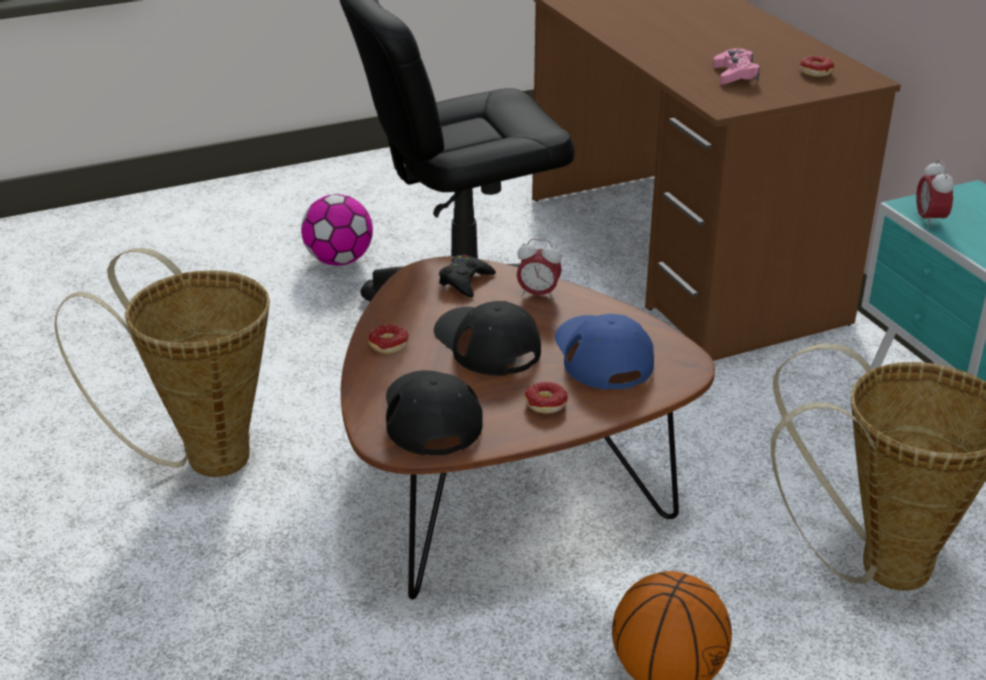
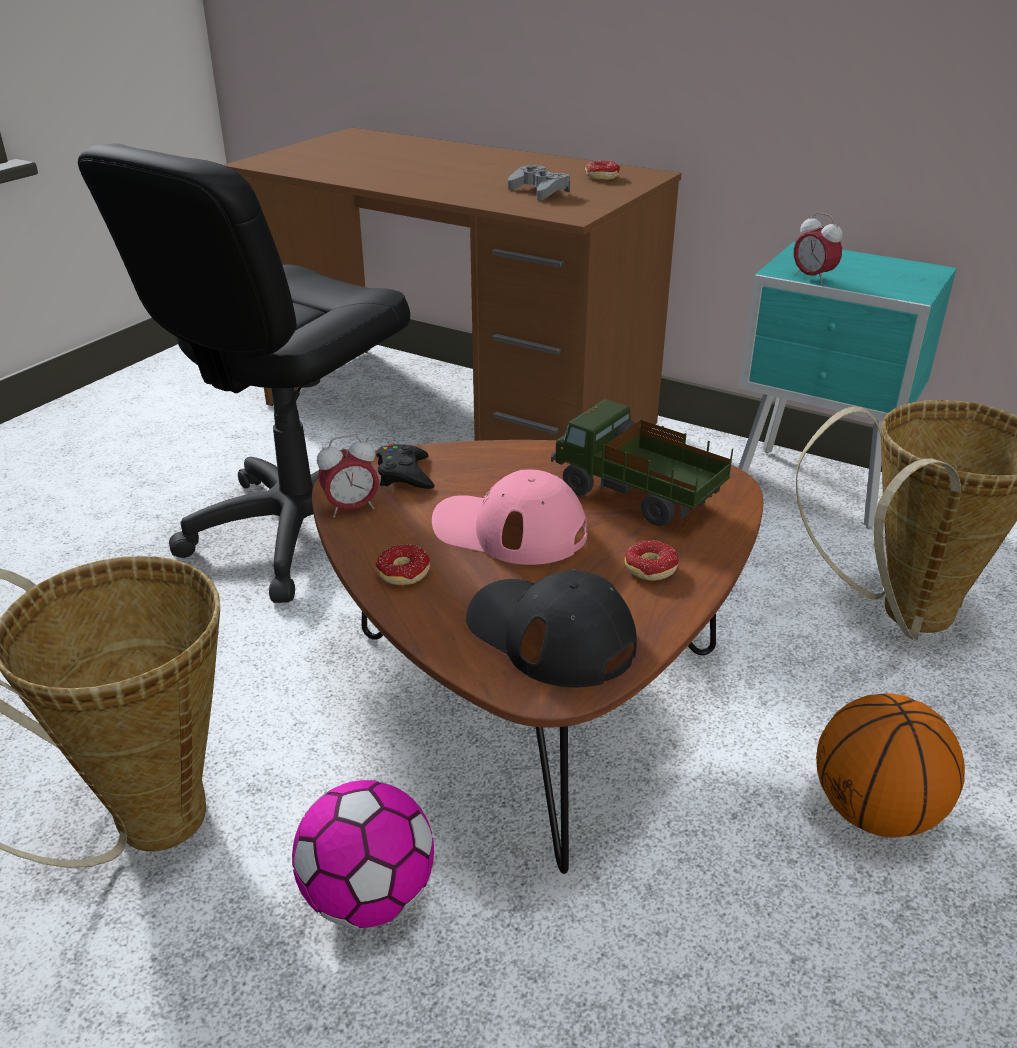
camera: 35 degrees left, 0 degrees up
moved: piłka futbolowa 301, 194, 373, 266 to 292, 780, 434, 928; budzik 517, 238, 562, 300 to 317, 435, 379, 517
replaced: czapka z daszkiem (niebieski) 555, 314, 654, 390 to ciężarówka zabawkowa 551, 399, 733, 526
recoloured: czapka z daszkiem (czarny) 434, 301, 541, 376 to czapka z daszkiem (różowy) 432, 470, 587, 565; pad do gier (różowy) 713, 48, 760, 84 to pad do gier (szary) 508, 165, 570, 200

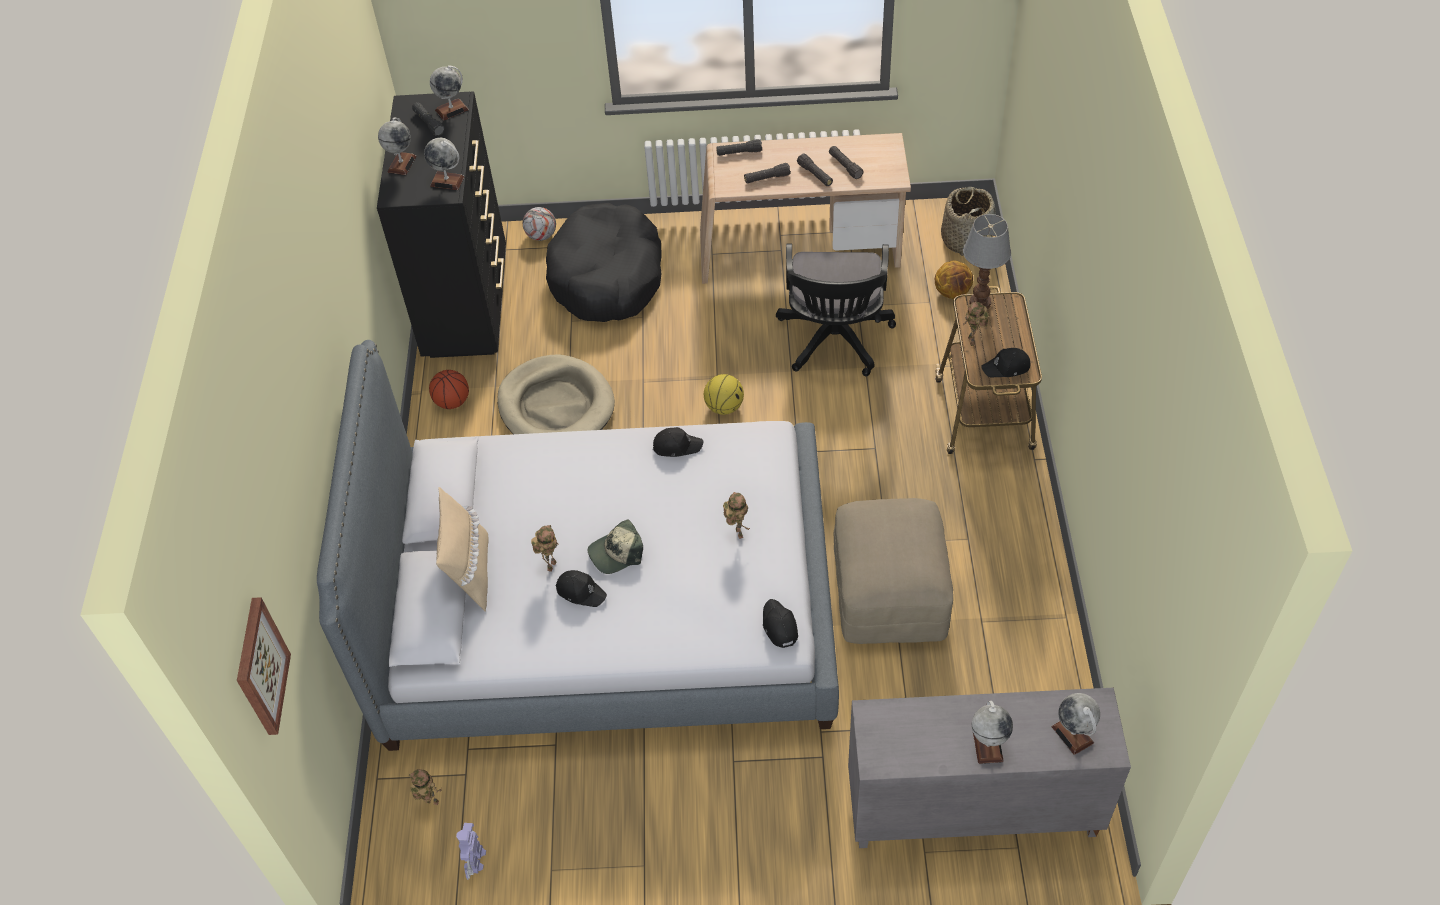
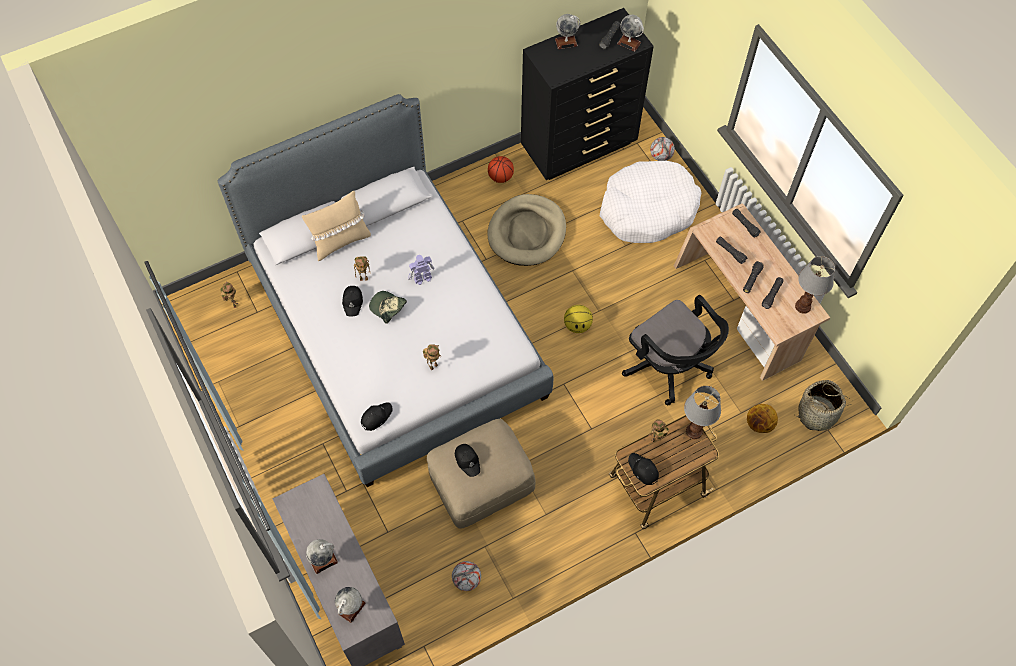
camera: 60 degrees right, 10 degrees up
removed: obraz 237, 597, 291, 735; globus 424, 138, 464, 190
added: piłka futbolowa 452, 561, 481, 591; lampa stołowa 795, 256, 835, 314
moved: robot zabawkowy 456, 823, 486, 880 to 408, 255, 435, 285; czapka z daszkiem (czarny) 653, 427, 704, 457 to 455, 444, 480, 477
recoloured: legowisko (czarny) 546, 203, 662, 322 to legowisko (biały) 600, 161, 701, 243
turned: krzesło biurowe (czarny) 776, 244, 896, 376 = 622, 295, 729, 405 105 degrees counterclockwise

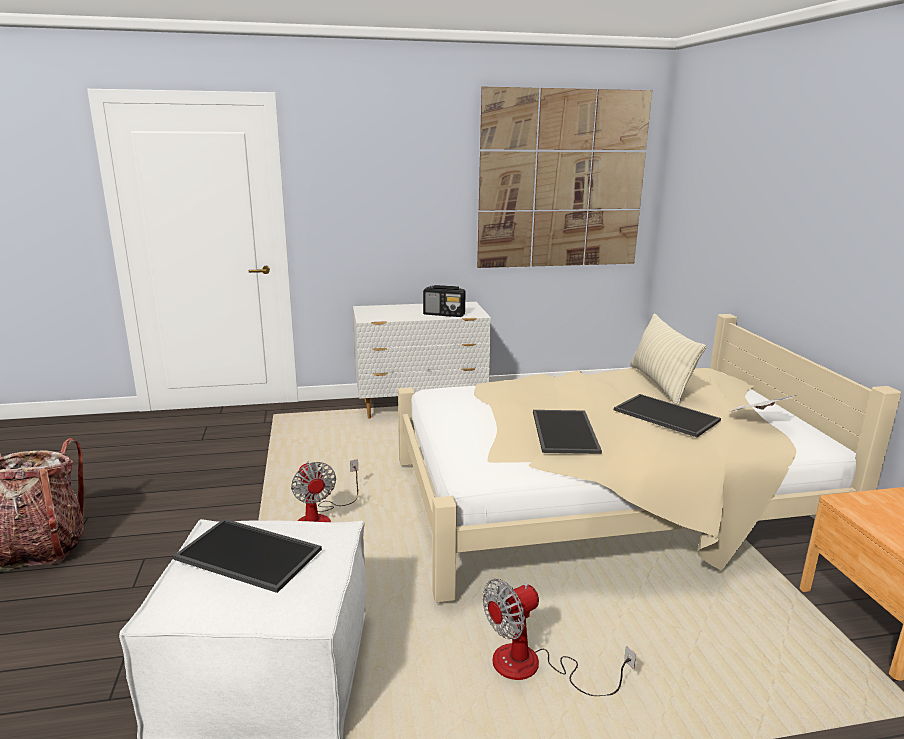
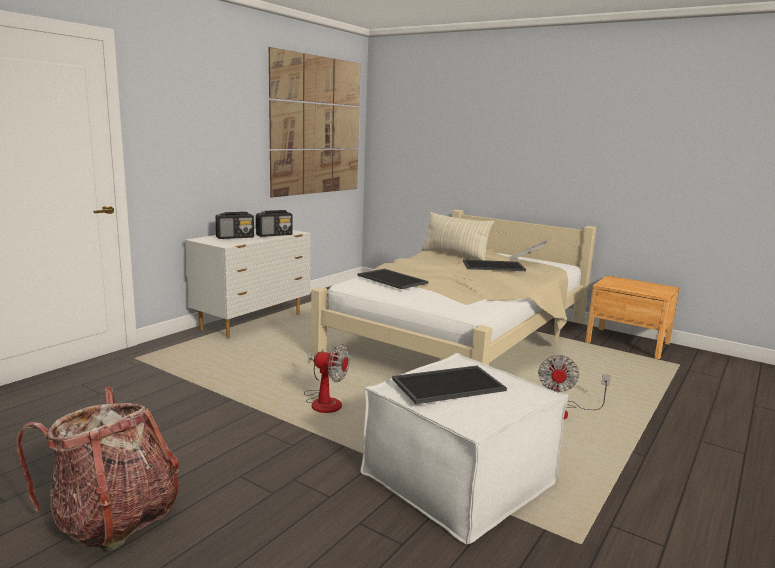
camera: 45 degrees left, 5 degrees down
added: radio 215, 212, 254, 239
moved: taca 533, 410, 602, 454 to 358, 269, 428, 289

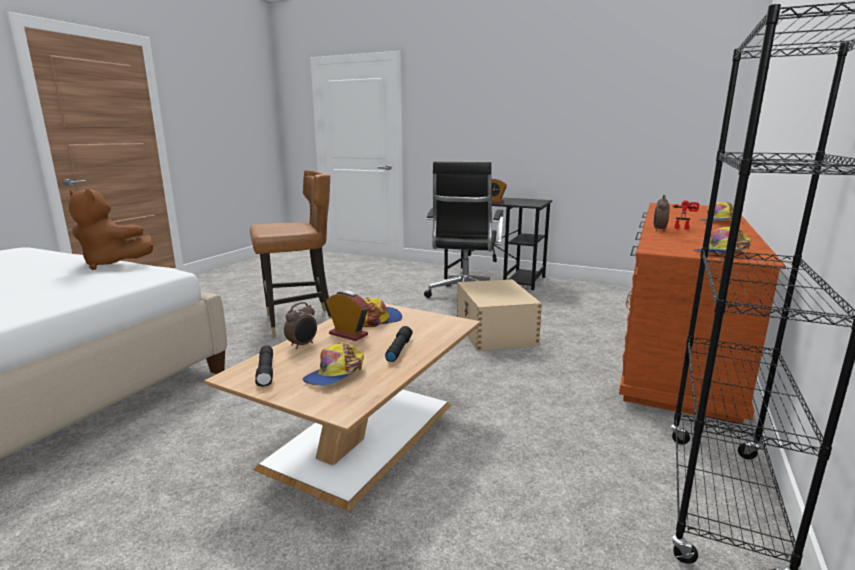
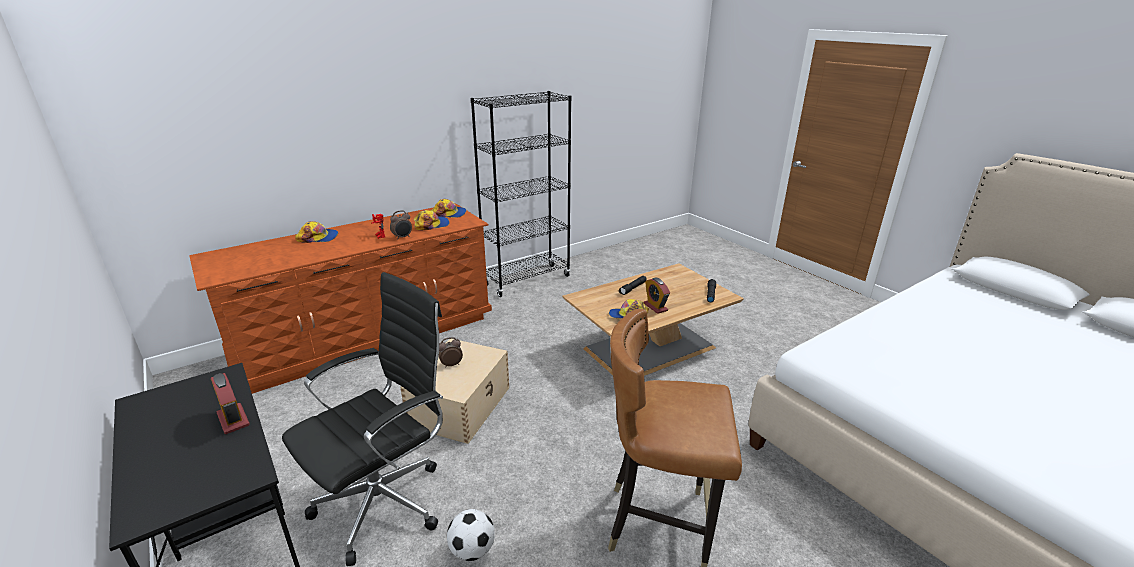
camera: 150 degrees left, 10 degrees up
removed: pluszak (brązowy) 69, 189, 153, 270
added: piłka futbolowa 447, 509, 495, 561
moved: budzik 284, 302, 317, 349 to 439, 337, 463, 368; czapka z daszkiem 303, 342, 364, 385 to 414, 210, 449, 230

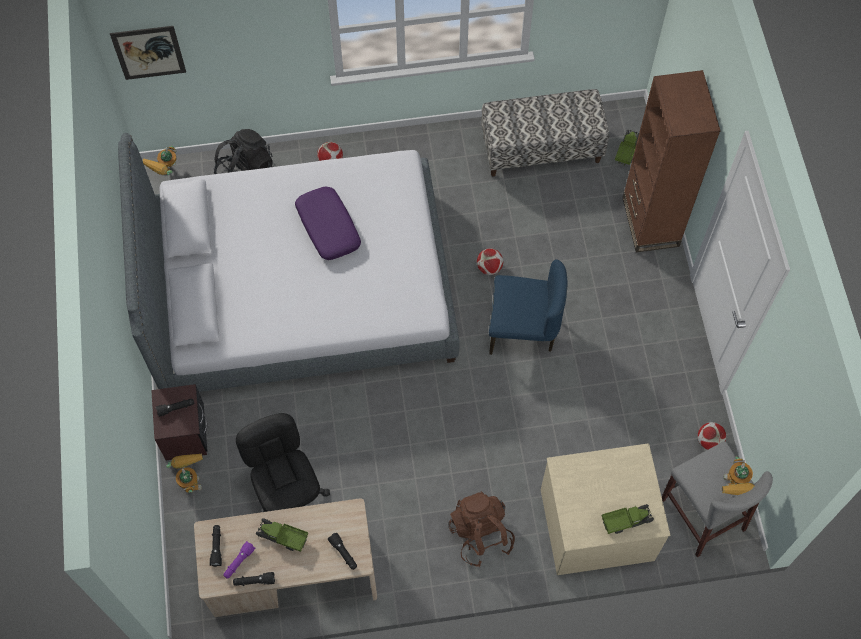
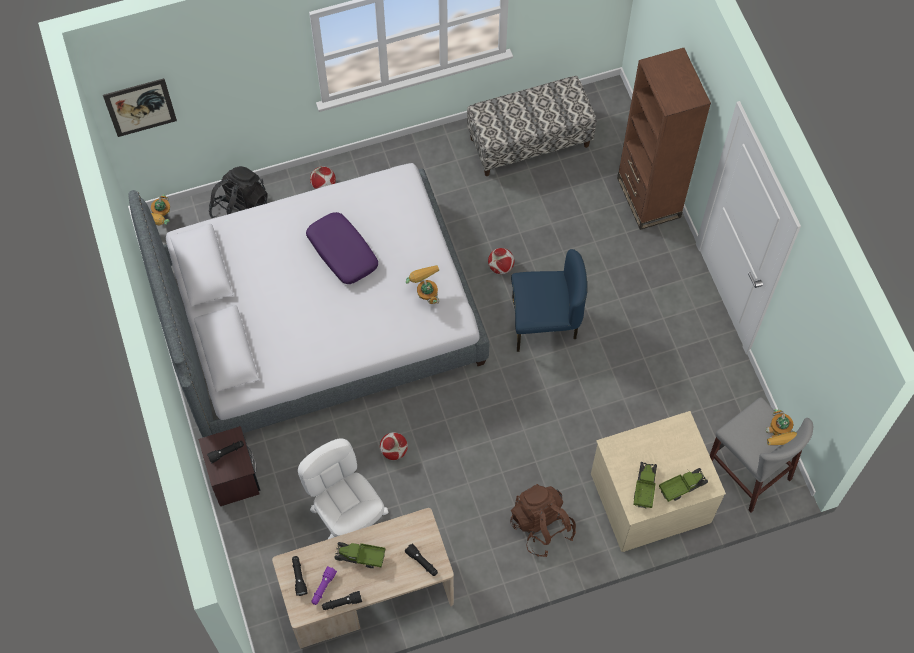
camera: 10 degrees left, 0 degrees up
moved: robot zabawkowy 166, 454, 203, 493 to 406, 265, 439, 304; ciężarówka zabawkowa 615, 130, 639, 165 to 633, 462, 657, 508; piłka futbolowa 698, 422, 726, 450 to 380, 432, 408, 460
recoloured: krzesło biurowe (czarny) 236, 413, 330, 512 to krzesło biurowe (biały) 298, 438, 389, 540

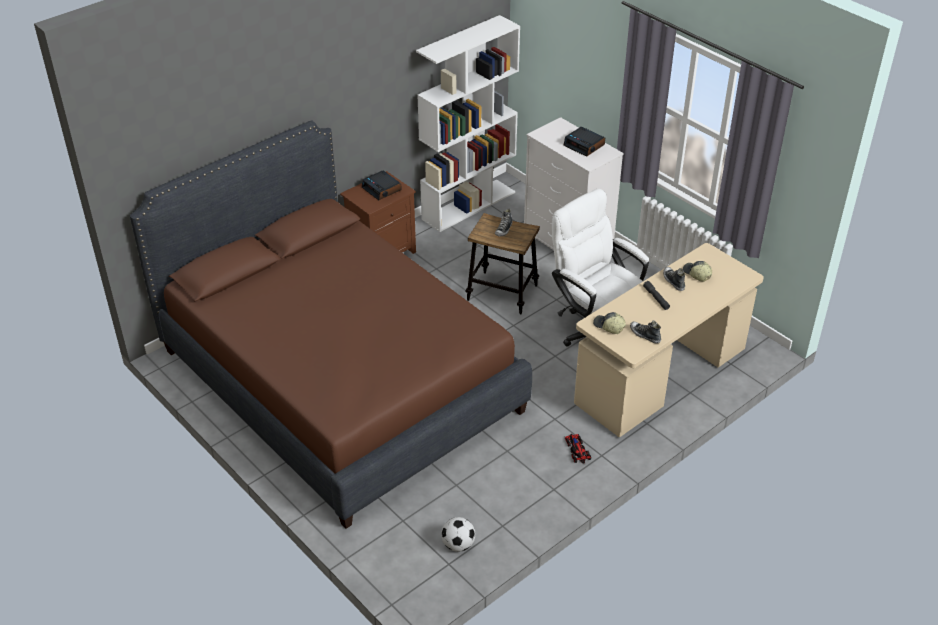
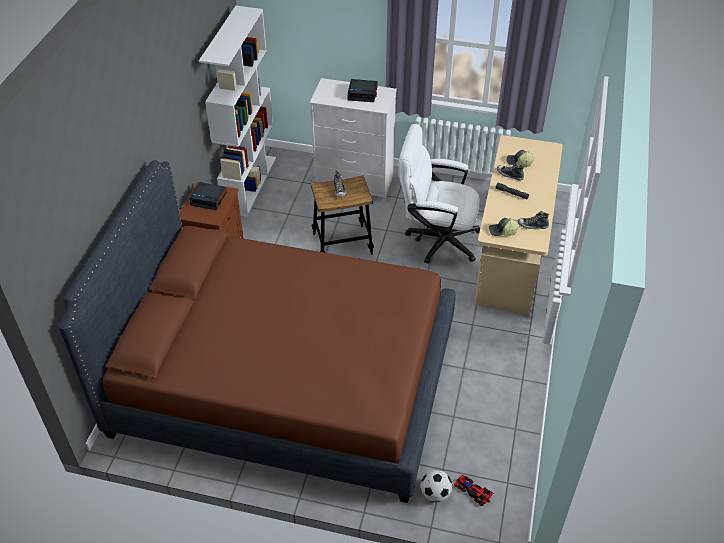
camera: 35 degrees left, 5 degrees up
moved: piłka futbolowa 441, 517, 475, 552 to 421, 470, 452, 502; samochodzik 564, 434, 591, 464 to 454, 475, 494, 506

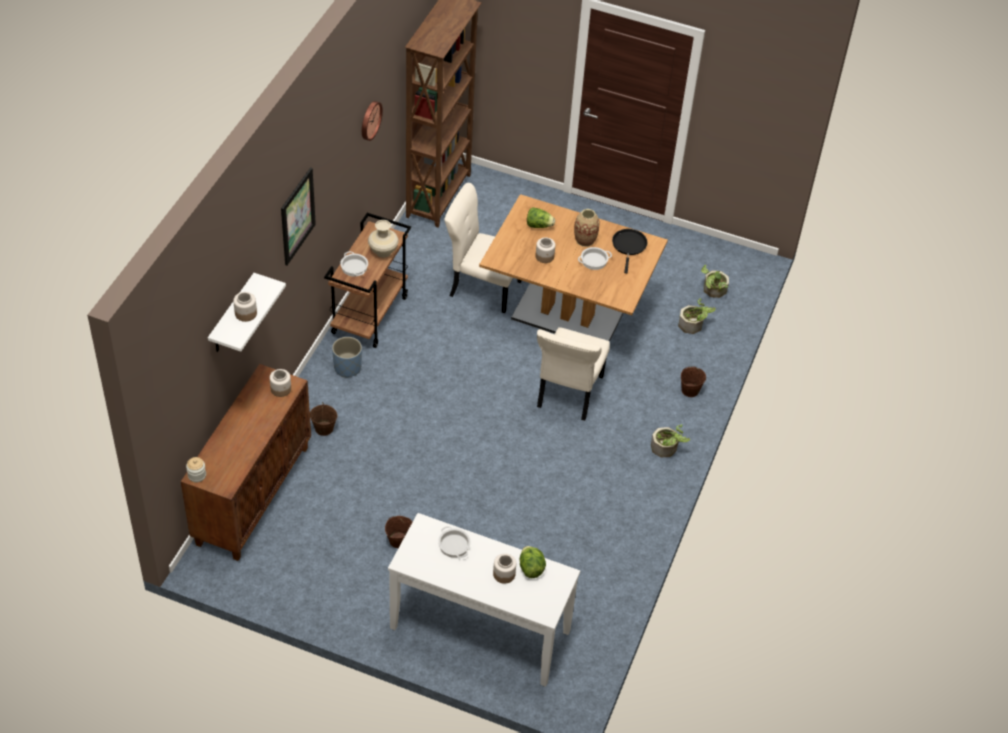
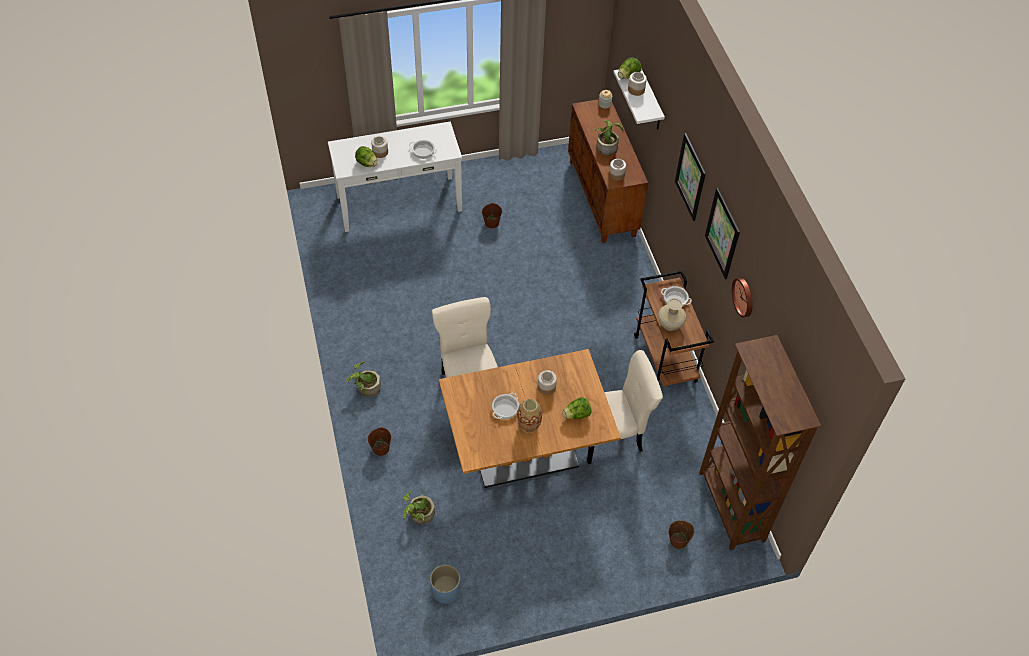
camera: 145 degrees right, 5 degrees up
removed: patelnia (czarny) 612, 229, 647, 273
added: sałata 618, 57, 642, 79; obraz 705, 188, 740, 279
moved: wiadro (brązowy) 310, 402, 338, 436 to 668, 521, 694, 549; donica (niebieski) 332, 337, 362, 377 to 430, 565, 460, 604; roślina doniczkowa 701, 265, 729, 298 to 594, 120, 623, 156

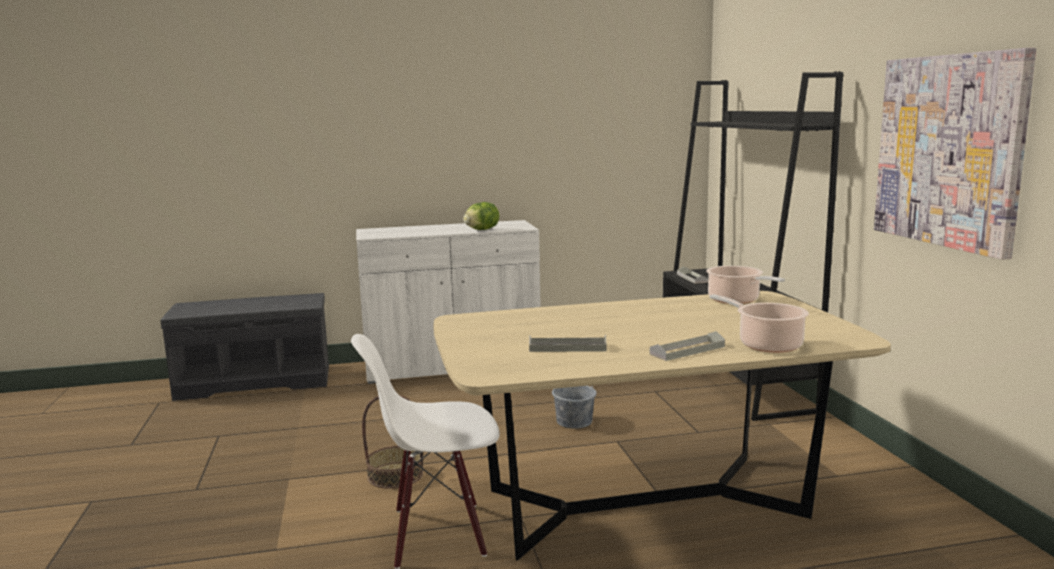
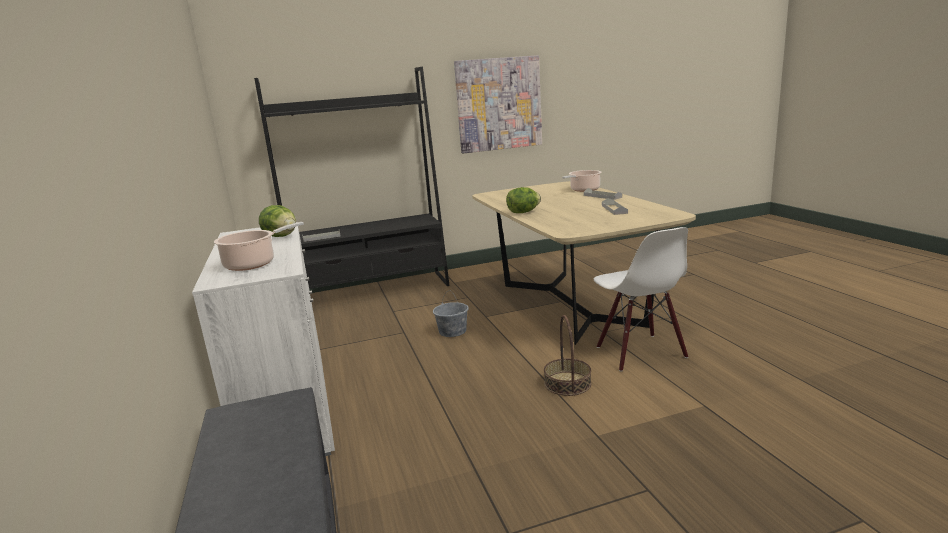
camera: 95 degrees left, 5 degrees up
added: sałata 506, 187, 541, 213
moved: garnek 706, 266, 785, 304 to 214, 222, 304, 271

